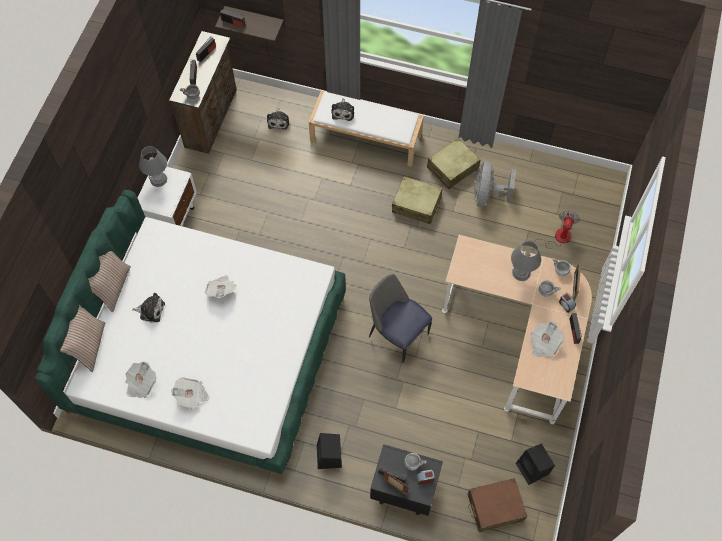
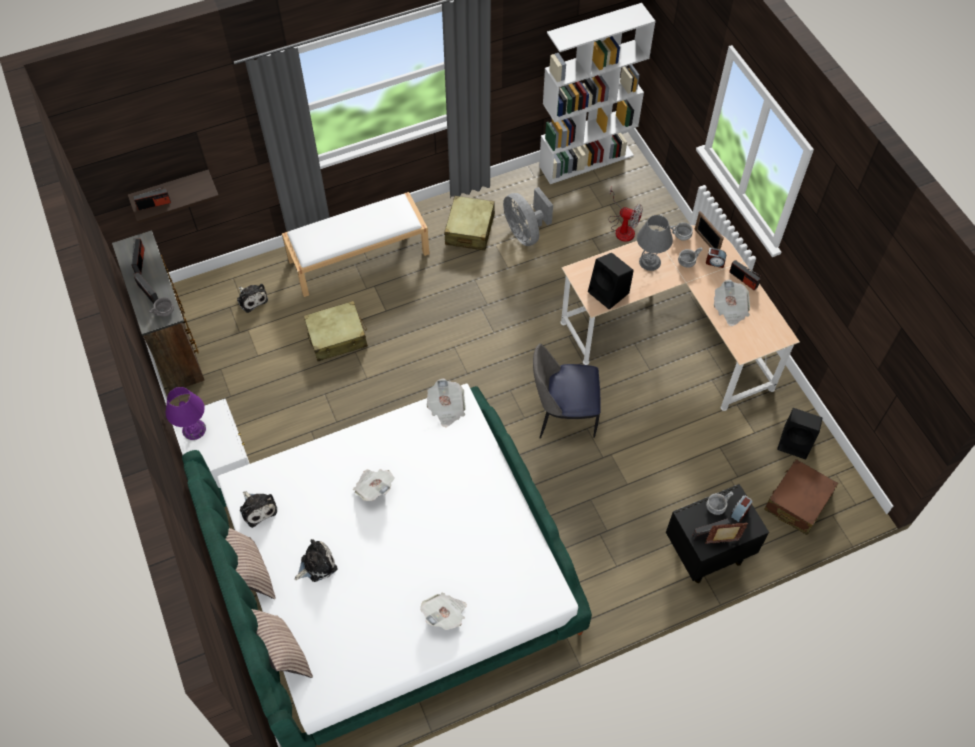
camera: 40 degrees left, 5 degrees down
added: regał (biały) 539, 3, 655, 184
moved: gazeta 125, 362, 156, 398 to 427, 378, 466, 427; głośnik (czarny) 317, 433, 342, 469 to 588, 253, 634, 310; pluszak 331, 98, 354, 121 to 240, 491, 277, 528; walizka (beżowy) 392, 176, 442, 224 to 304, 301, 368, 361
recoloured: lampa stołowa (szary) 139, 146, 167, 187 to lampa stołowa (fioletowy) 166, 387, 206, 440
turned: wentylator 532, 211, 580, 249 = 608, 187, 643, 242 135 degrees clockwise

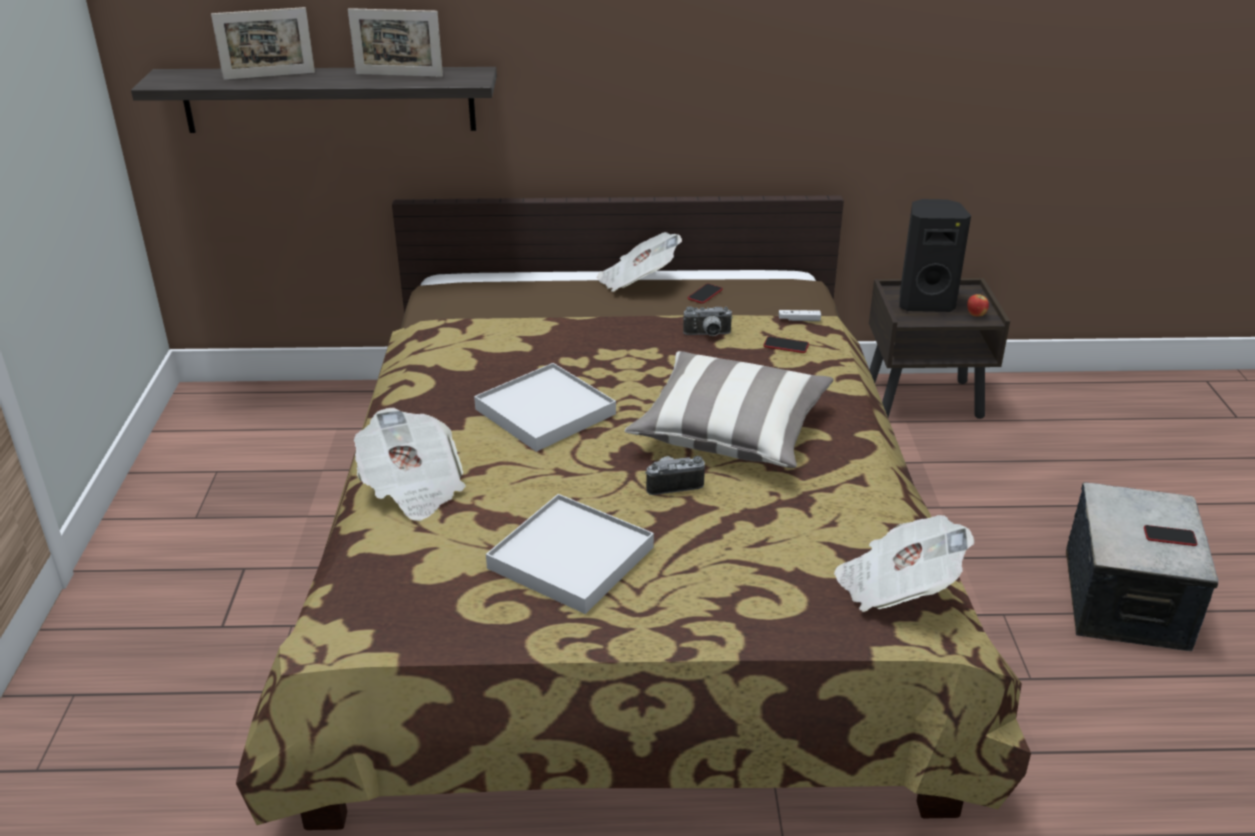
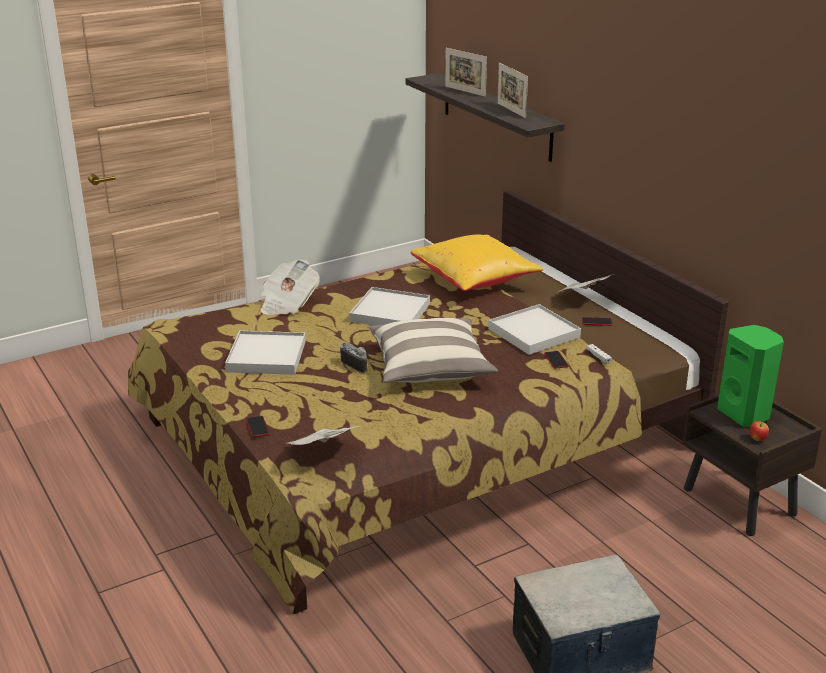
camera: 60 degrees right, 5 degrees down
added: poduszka (żółty) 410, 235, 544, 291
moved: telefon 1144, 525, 1197, 546 to 246, 416, 270, 437
replaced: aparat fotograficzny 683, 306, 733, 336 to taca (biały) 488, 304, 581, 355
recoloured: głośnik (czarny) 899, 199, 971, 312 to głośnik (zielony) 717, 325, 784, 427

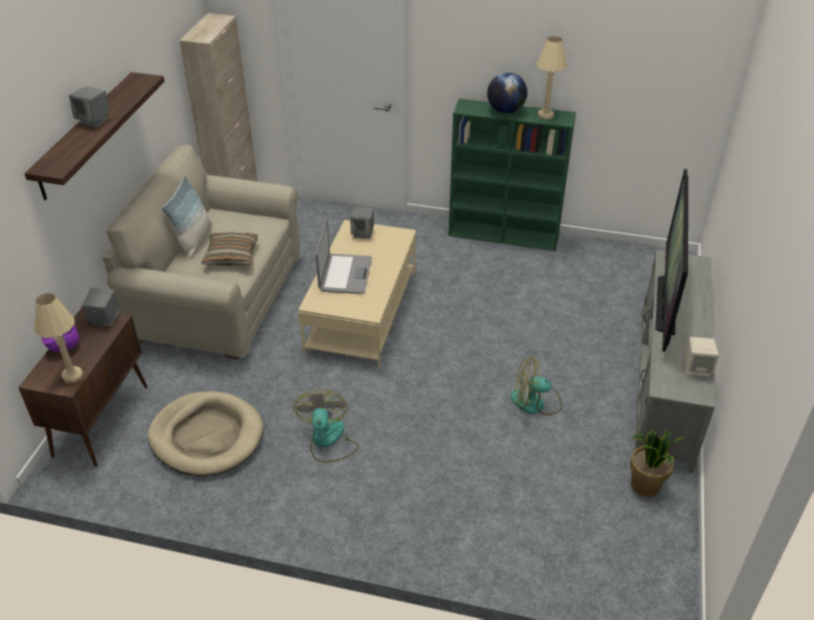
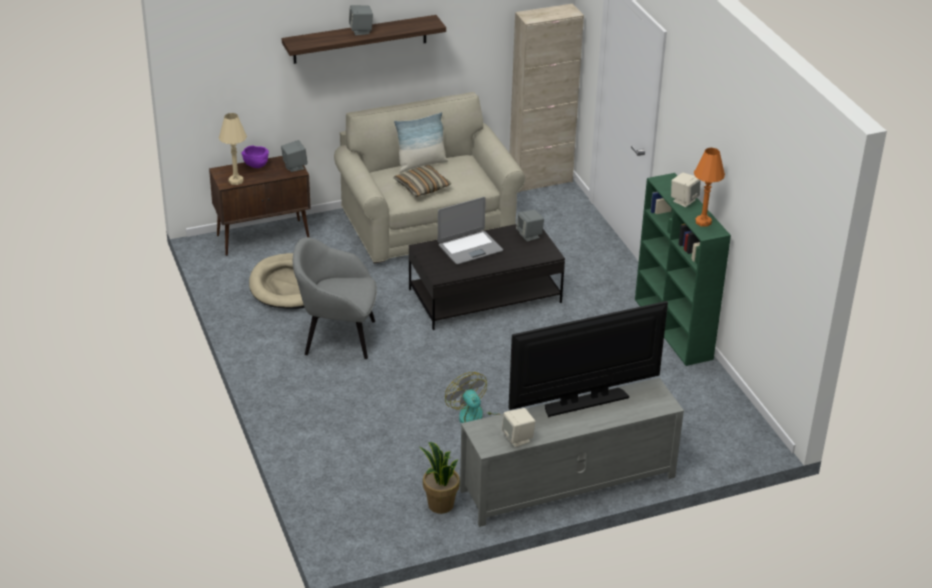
camera: 55 degrees right, 5 degrees down
replaced: wentylator 294, 390, 359, 462 to fotel (szary) 293, 237, 377, 359; globus 487, 72, 527, 113 to głośnik (beżowy) 671, 173, 701, 207
recoloured: ława (beżowy) 298, 220, 416, 368 to ława (czarny) 409, 224, 565, 330; lampa stołowa (beżowy) 536, 36, 567, 120 to lampa stołowa (pomarańczowy) 694, 148, 725, 227

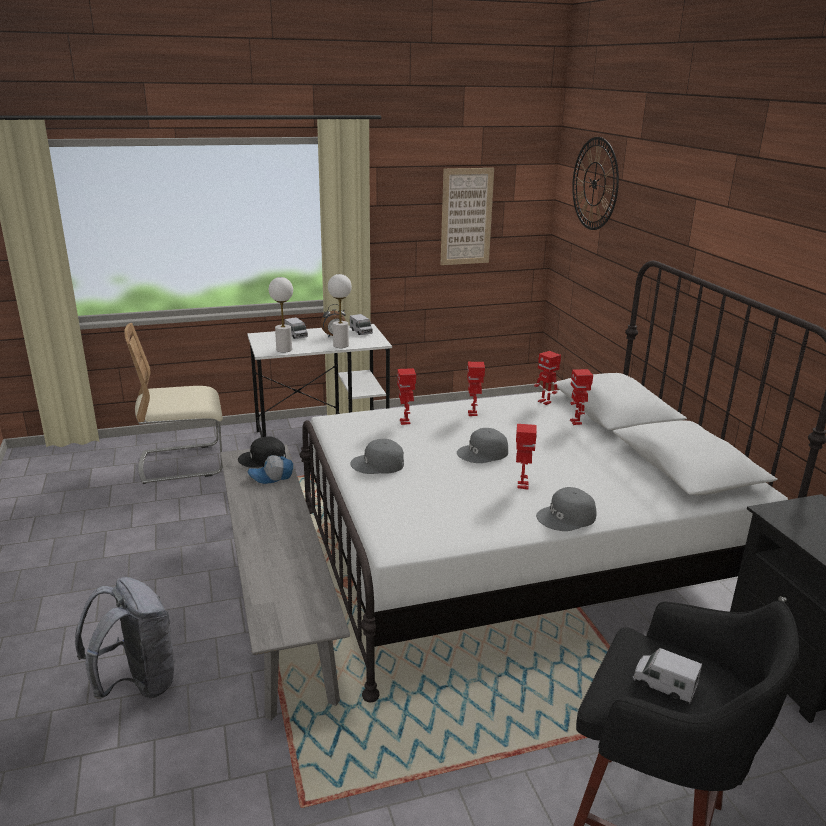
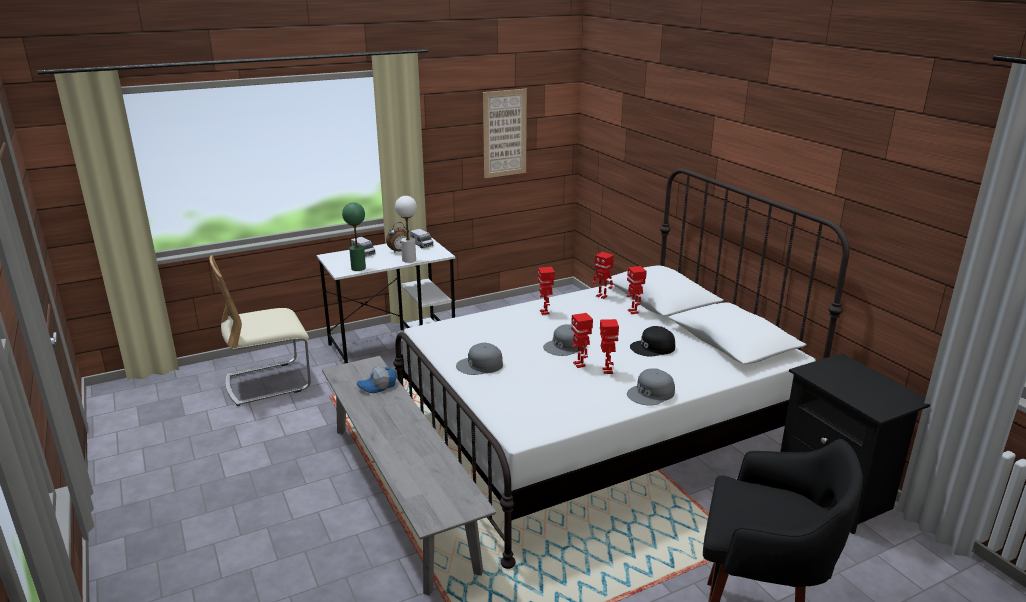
camera: 10 degrees left, 0 degrees up
removed: plecak (szary) 75, 577, 176, 700; zegar ścienny 572, 137, 619, 230; ciężarówka zabawkowa 633, 648, 702, 704
moved: czapka z daszkiem (czarny) 238, 436, 286, 468 to 630, 326, 675, 357; robot zabawkowy 397, 368, 416, 425 to 571, 313, 593, 368
recoloured: lampa stołowa (biały) 269, 277, 293, 353 to lampa stołowa (zielony) 342, 202, 366, 271

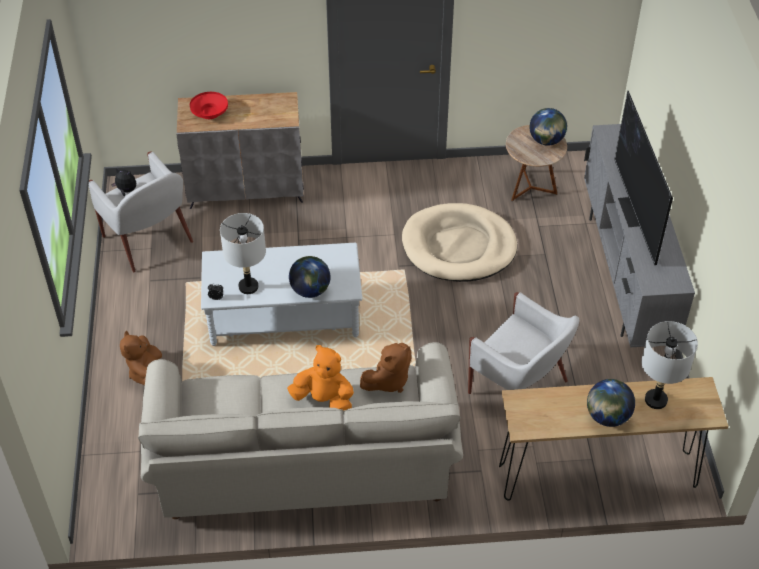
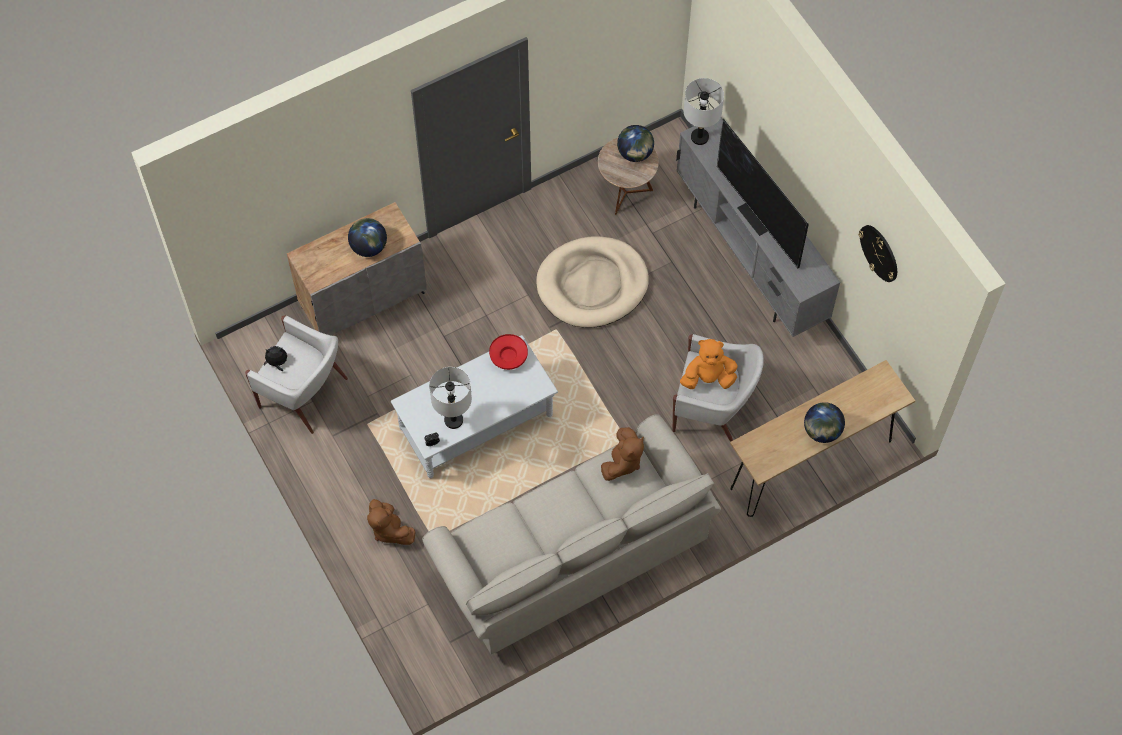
camera: 25 degrees left, 15 degrees up
added: zegar ścienny 858, 225, 897, 282
moved: miska (czerwony) 190, 92, 228, 119 to 489, 334, 528, 370; pluszak (pomarańczowy) 287, 345, 354, 411 to 680, 339, 738, 389; globus 289, 256, 330, 298 to 348, 218, 387, 257; lampa stołowa (szary) 641, 321, 698, 409 to 684, 78, 724, 145

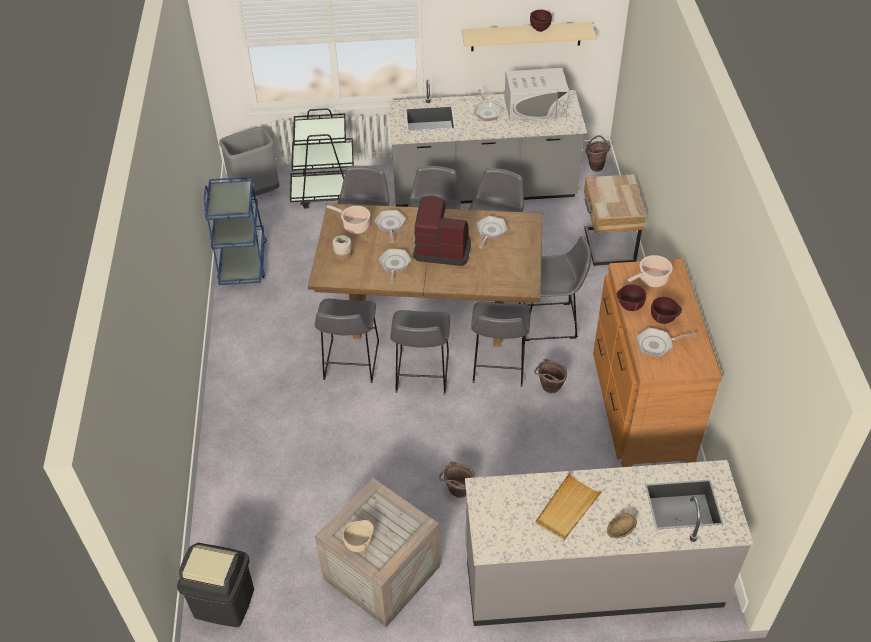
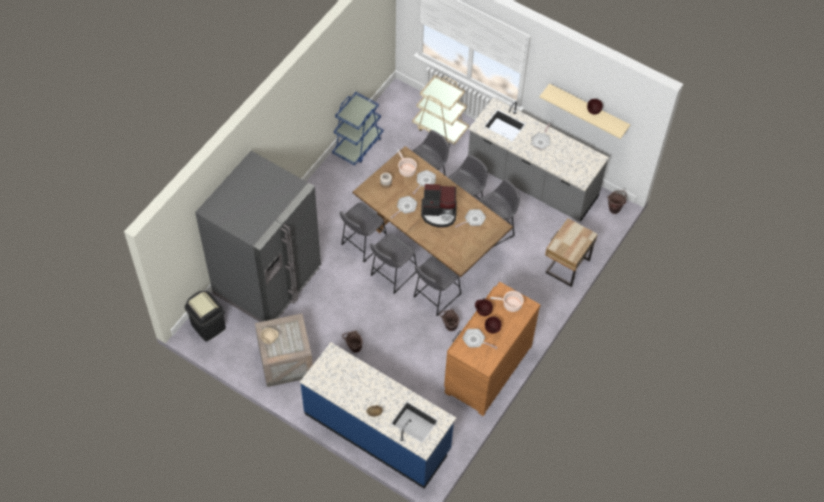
camera: 35 degrees right, 10 degrees up
removed: kosz na śmieci (szary) 219, 127, 279, 197; mikrofalówka (biały) 505, 68, 569, 121; stołek (szary) 519, 236, 591, 341; taca (beżowy) 535, 473, 603, 541
added: lodówka (szary) 195, 151, 321, 322
recoloured: wózek (czarny) 290, 108, 354, 209 to wózek (beżowy) 412, 75, 469, 146; zabudowa kuchenna (szary) 465, 460, 753, 626 to zabudowa kuchenna (niebieski) 300, 342, 456, 489
turned: ekspres do kawy 413, 196, 471, 266 = 421, 184, 457, 228 135 degrees clockwise

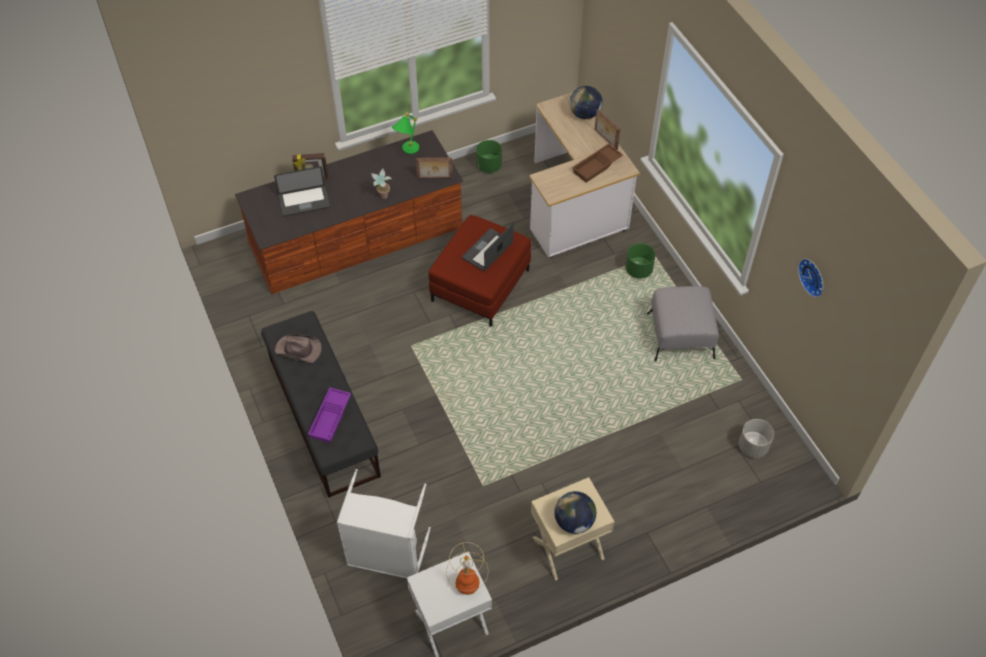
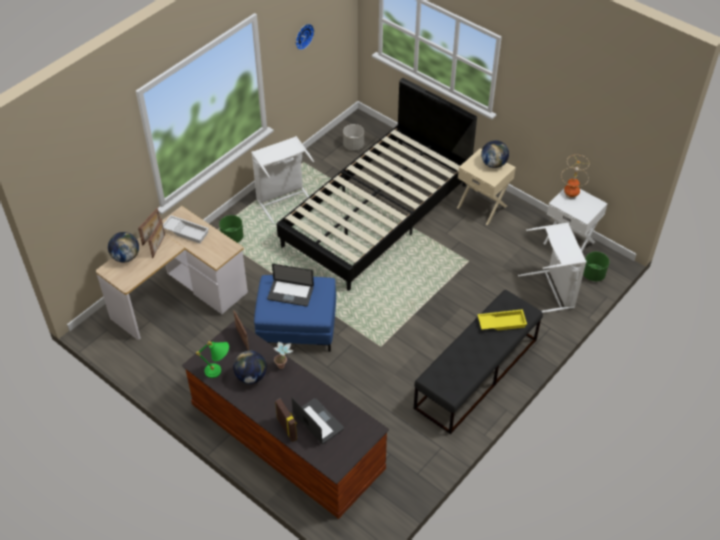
camera: 115 degrees left, 5 degrees down
removed: kapelusz (brązowy) 275, 334, 322, 363
added: ramka na zdjęcie 148, 218, 165, 258; globus 233, 351, 267, 384; łóżko (czarny) 277, 78, 477, 291
moved: donica (zielony) 476, 140, 502, 173 to 583, 252, 609, 281
replaced: pufa (szary) 647, 286, 719, 362 to kosz na pranie (biały) 251, 136, 314, 224
recoloured: taca (fioletowy) 308, 387, 351, 443 to taca (żółty) 477, 309, 527, 331; pufa (czerwony) 428, 215, 531, 327 to pufa (niebieski) 254, 275, 336, 352; taca (brązowy) 572, 144, 623, 183 to taca (biały) 163, 215, 209, 244

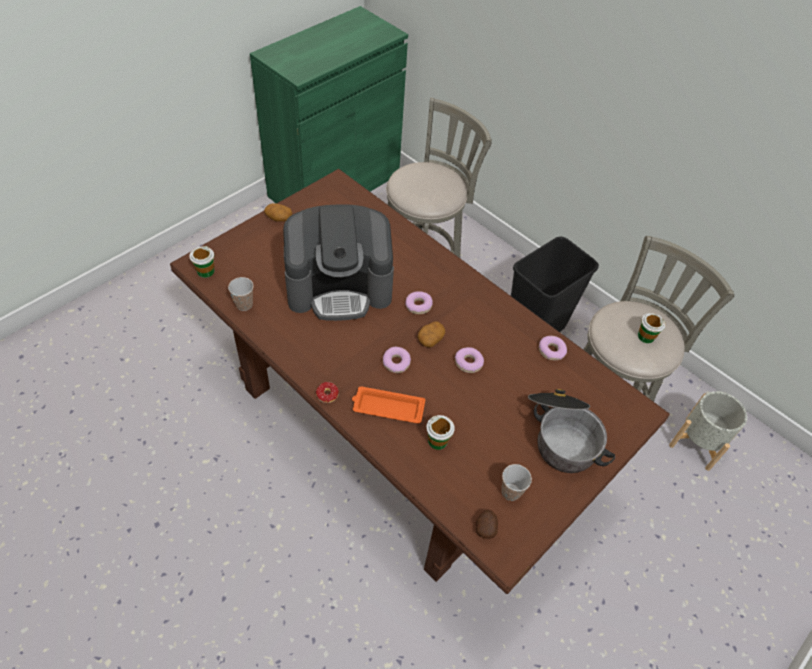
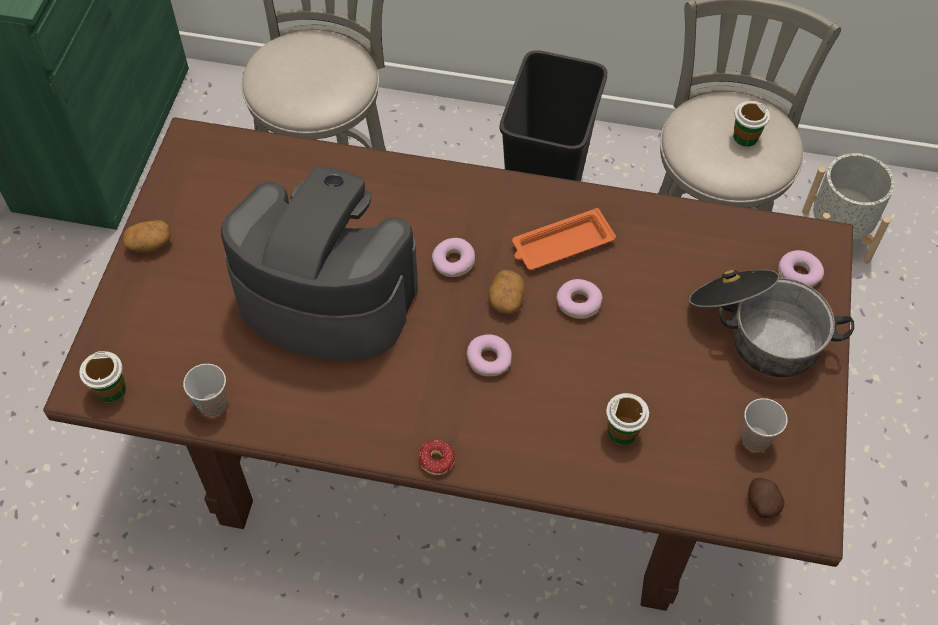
camera: 30 degrees left, 5 degrees up
moved: taca (pomarańczowy) 352, 386, 425, 424 to 512, 208, 616, 270; donut 539, 336, 567, 360 to 778, 250, 824, 287
turned: ekspres do kawy 283, 204, 394, 321 = 221, 167, 418, 361 120 degrees counterclockwise

